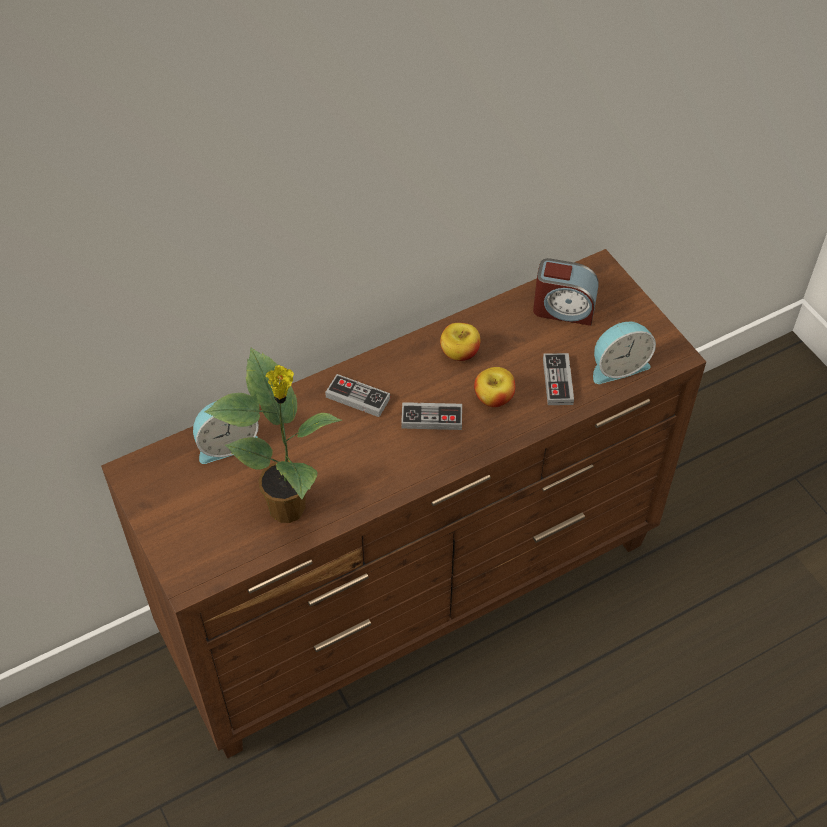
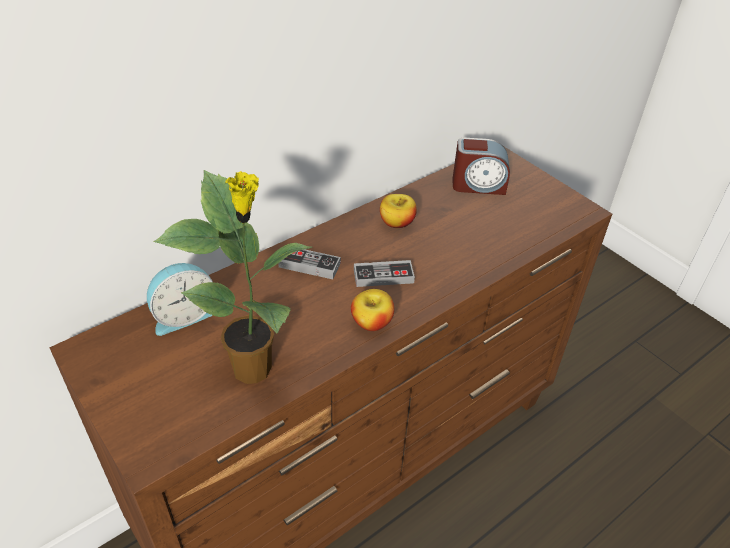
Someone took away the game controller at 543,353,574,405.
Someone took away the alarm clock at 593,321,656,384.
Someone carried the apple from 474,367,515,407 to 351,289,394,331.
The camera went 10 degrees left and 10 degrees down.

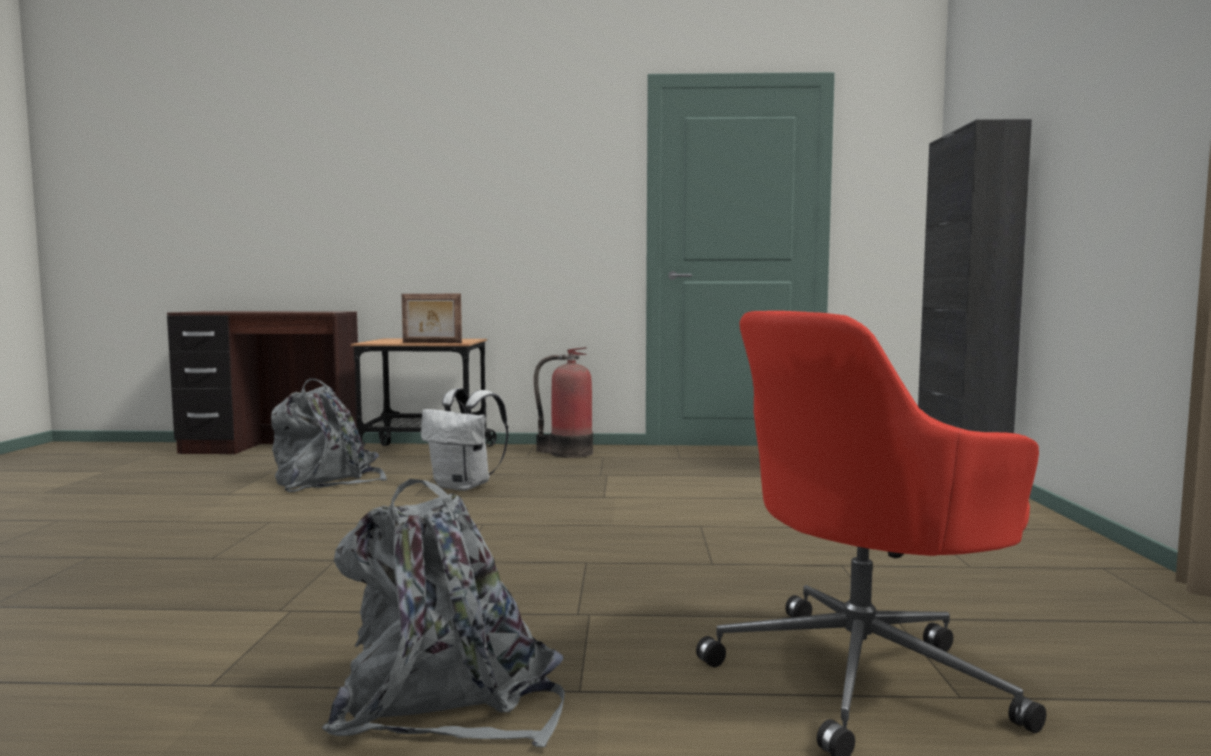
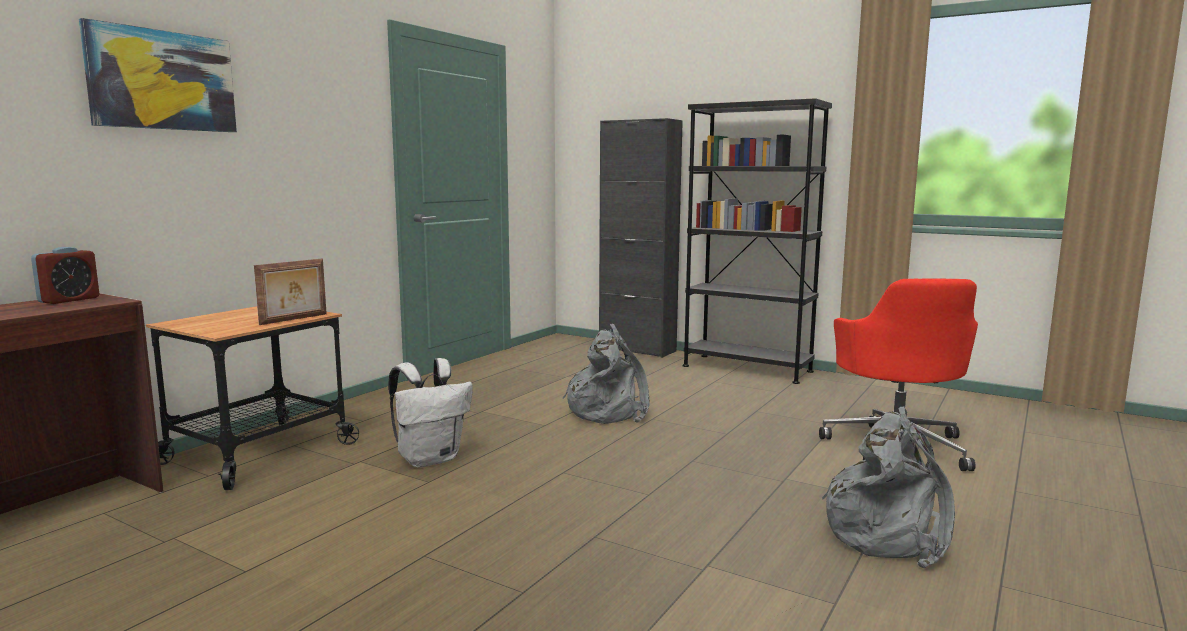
Someone took away the fire extinguisher at 534,347,593,458.
Someone put down the alarm clock at 31,247,99,304.
Someone put up the picture at 79,18,237,132.
Someone put down the black bookcase at 683,98,832,384.
Someone carried the grey backpack from 271,378,387,492 to 563,324,650,424.
The camera went 60 degrees left and 5 degrees up.

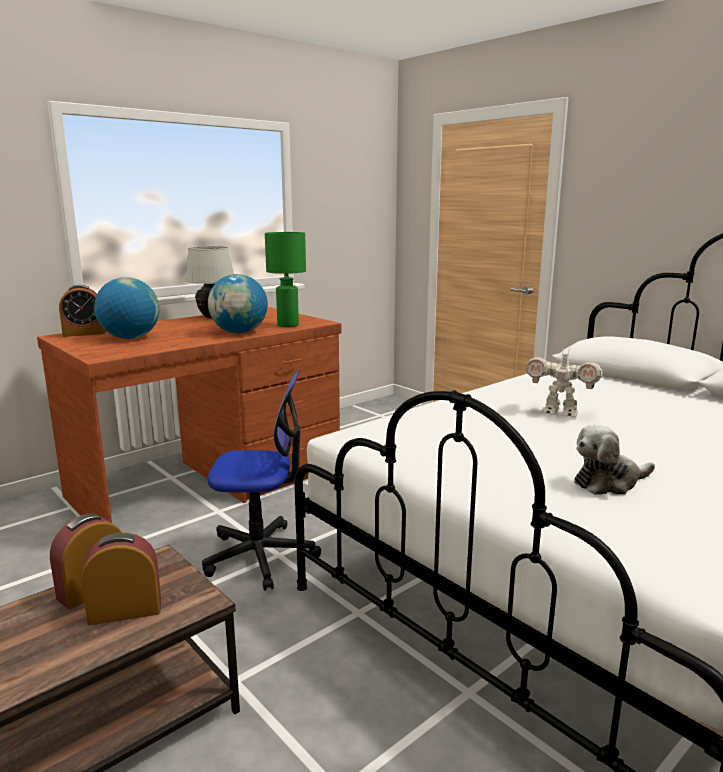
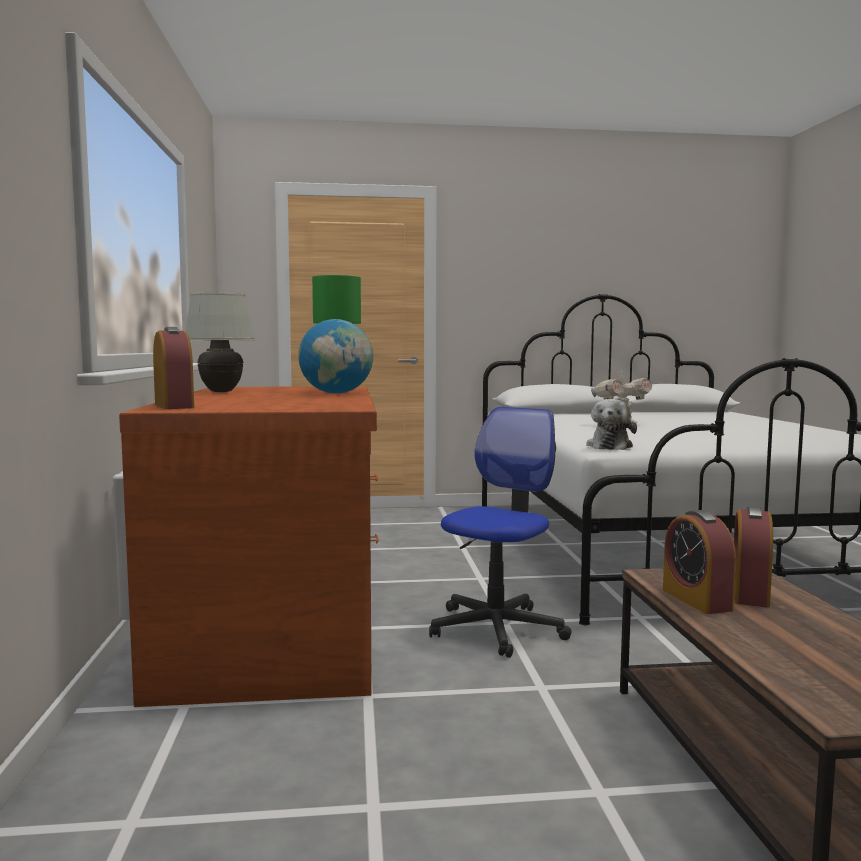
Someone took away the globe at 94,277,159,339.
Someone carried the plush toy from 574,425,655,495 to 586,399,637,450.
Someone rotated the alarm clock at 59,285,106,337 by 45 degrees counterclockwise.
The camera went 55 degrees left and 10 degrees down.

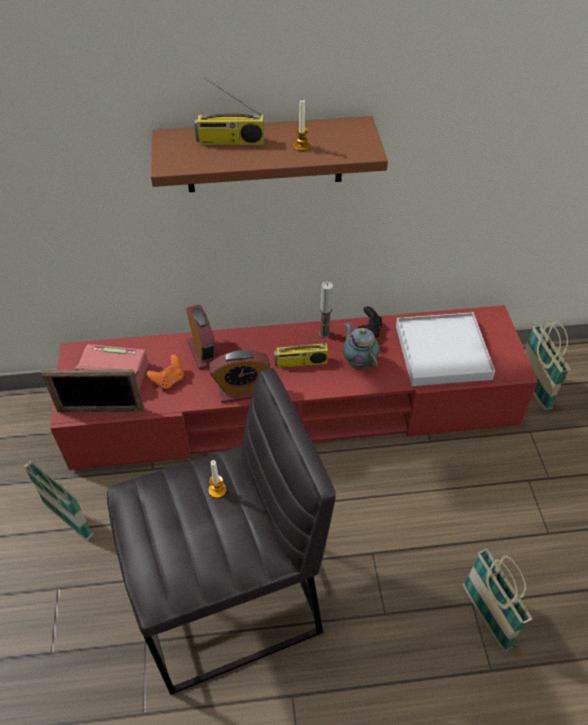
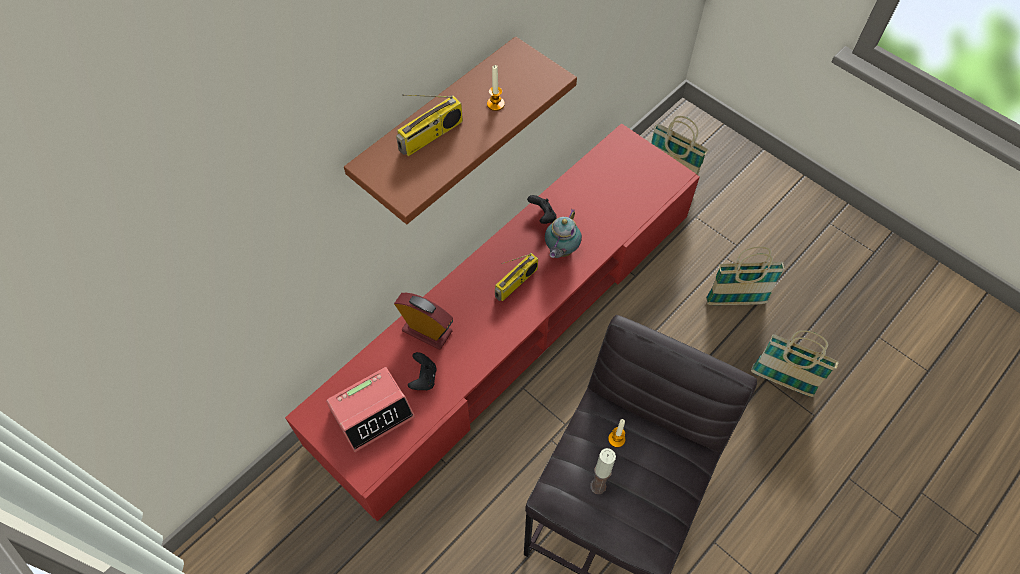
Someone took away the picture frame at 41,369,144,412.
Someone took away the alarm clock at 209,350,270,403.
Someone took away the white tray at 396,312,495,386.
Someone carried the basket from 23,456,94,540 to 706,247,785,305.
Someone carried the candle from 319,282,333,338 to 590,448,616,494.
Someone repainted the orange game controller at 147,355,184,389, which became the black game controller at 408,352,437,390.
Someone rotated the teapot at 343,322,380,370 by 90 degrees counterclockwise.
The camera went 40 degrees left and 10 degrees up.

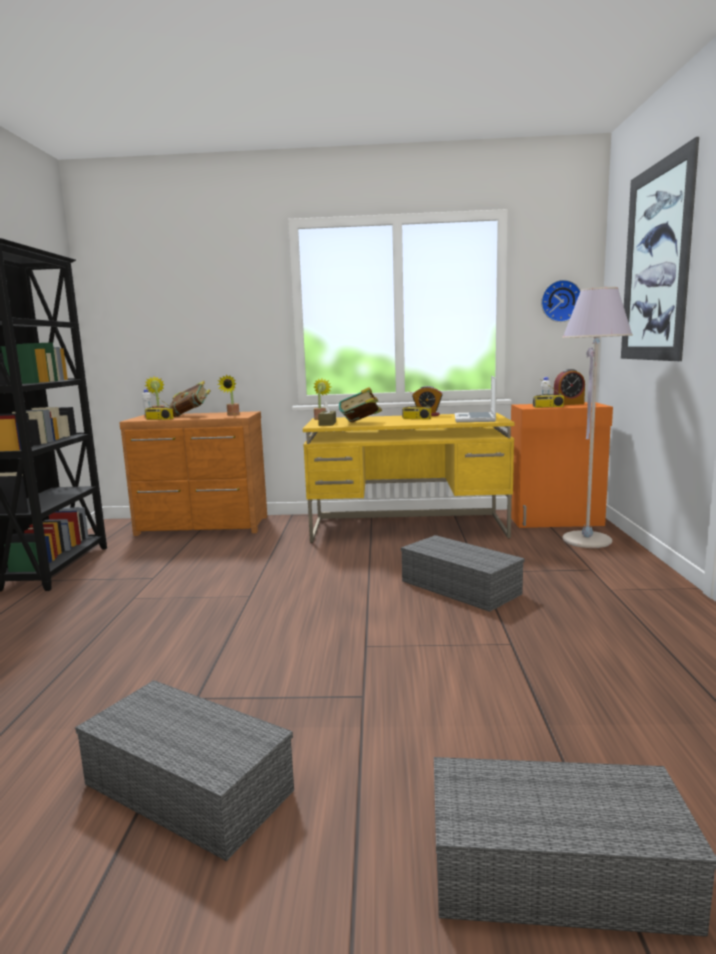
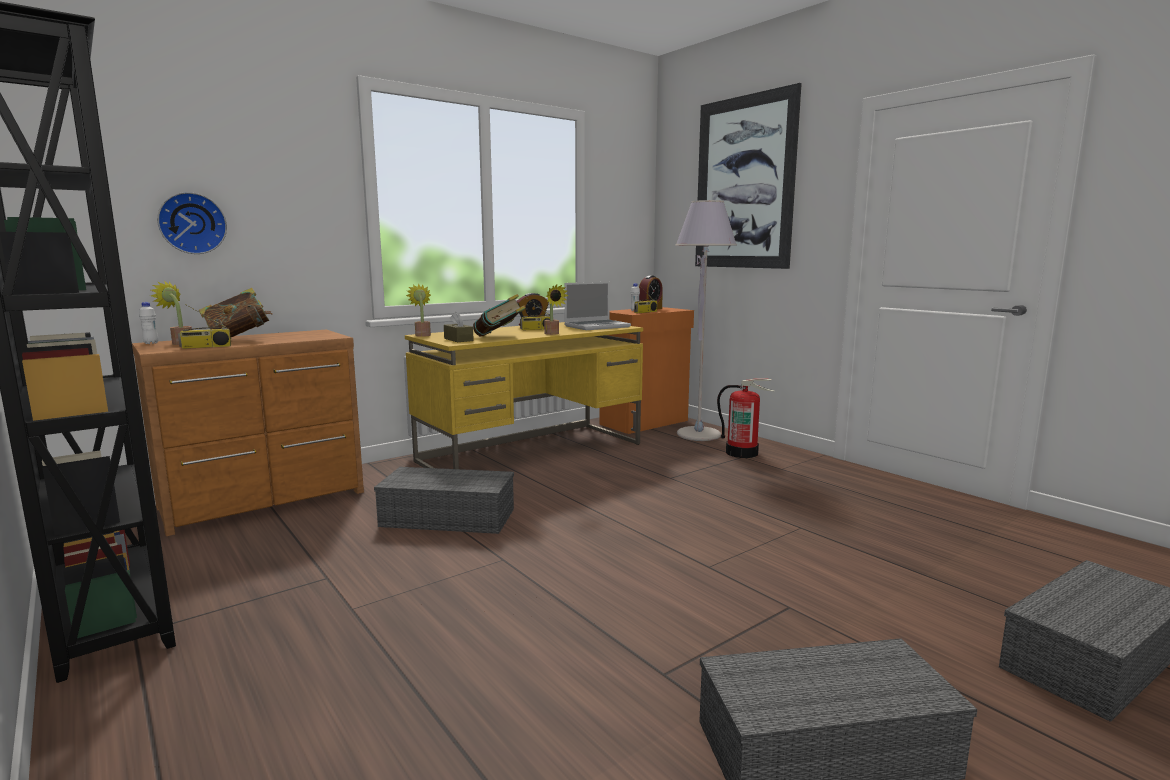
Someone put down the fire extinguisher at 717,378,775,458.
Someone carried the potted plant from 218,375,240,416 to 544,285,569,335.
Someone carried the grey storage box from 401,535,525,612 to 374,467,514,534.
Someone carried the wall clock from 541,280,580,322 to 157,192,227,254.
Someone rotated the laptop at 455,376,497,422 by 90 degrees counterclockwise.
The camera went 40 degrees left and 0 degrees up.

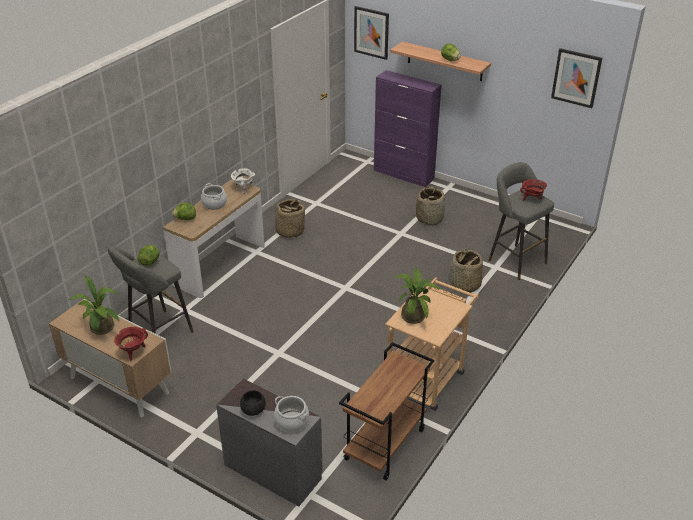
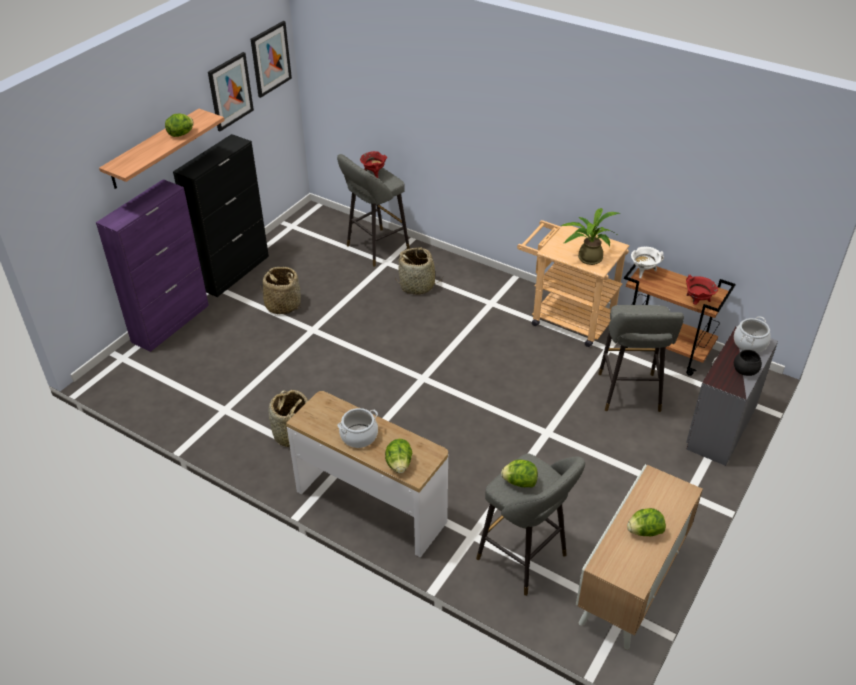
Someone put down the black cabinet at 173,134,269,297.
Someone put down the grey stool at 598,305,684,412.
Someone carried the red cooking pot from 114,327,148,361 to 686,274,718,305.
Someone carried the white cooking pot from 231,168,255,194 to 631,247,664,279.
Someone carried the picture from 354,6,389,60 to 208,52,254,131.
Someone swapped the potted plant at 68,275,119,335 for the lettuce at 627,508,666,536.
The camera went 90 degrees left and 5 degrees up.

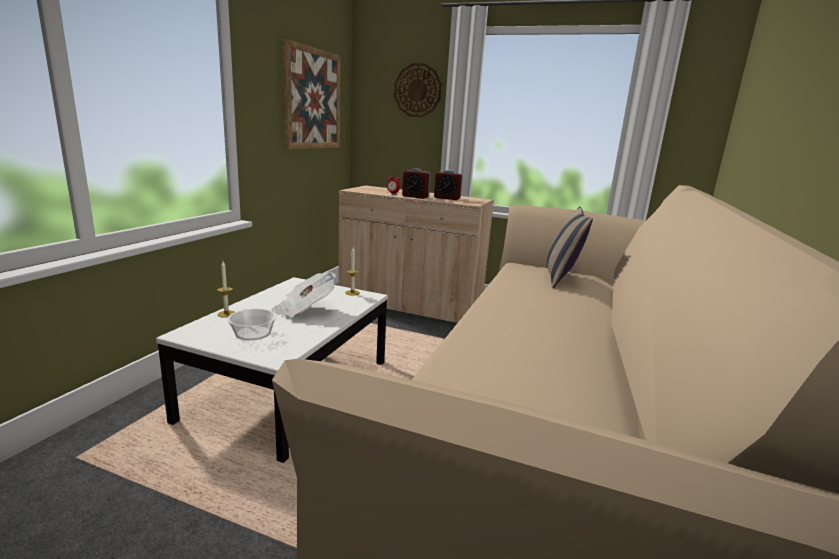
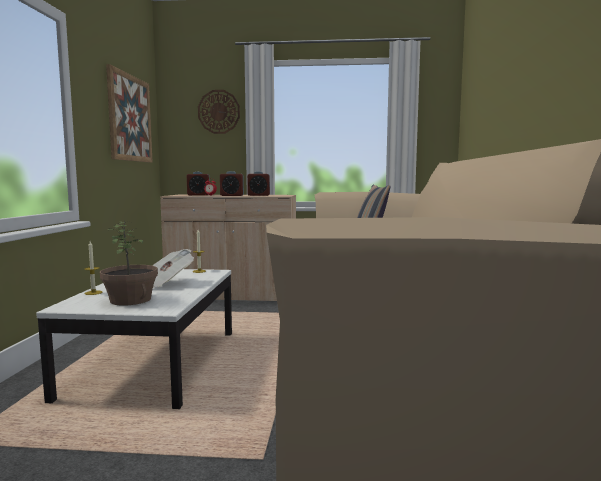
Someone put down the alarm clock at 187,172,209,195.
Someone swapped the bowl at 227,309,277,341 for the potted plant at 100,220,158,306.
The camera went 15 degrees left and 10 degrees down.

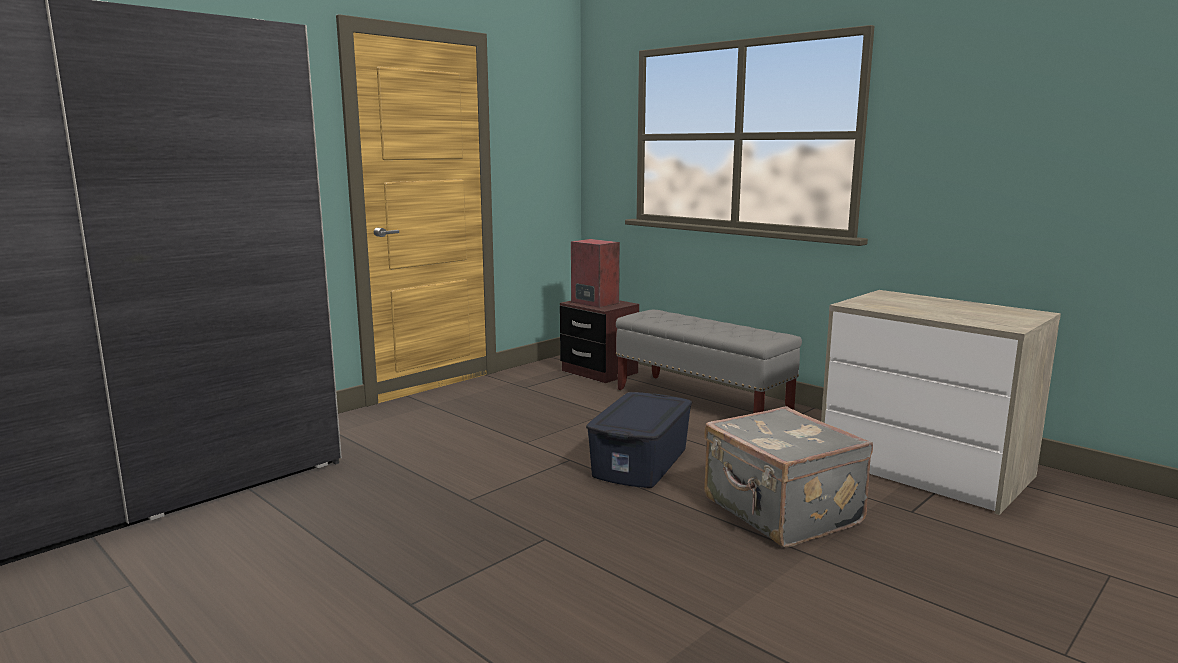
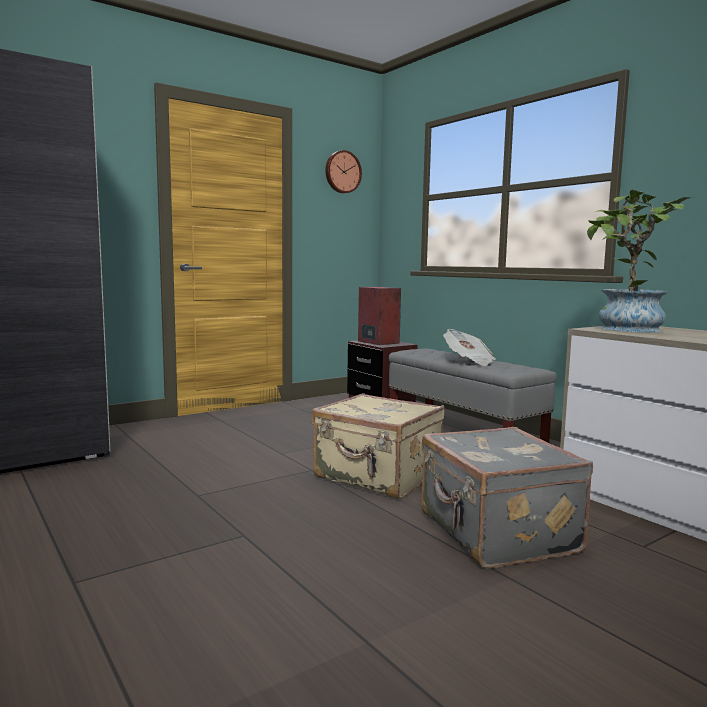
Someone put up the wall clock at 325,150,362,193.
Someone put down the newspaper at 443,329,496,366.
Someone put down the potted plant at 587,190,691,332.
Someone swapped the blue storage box at 586,392,692,488 for the beige suitcase at 312,393,445,499.
The camera went 10 degrees right and 5 degrees down.

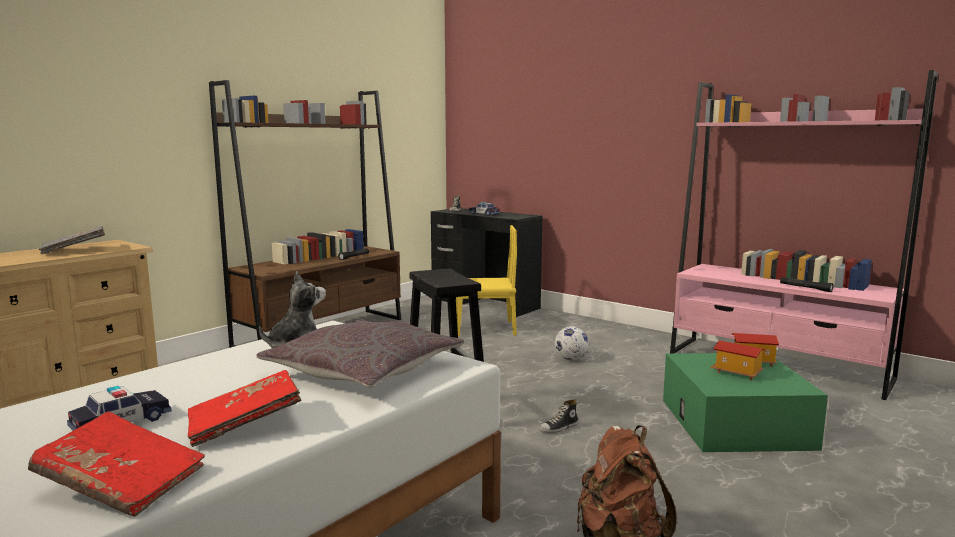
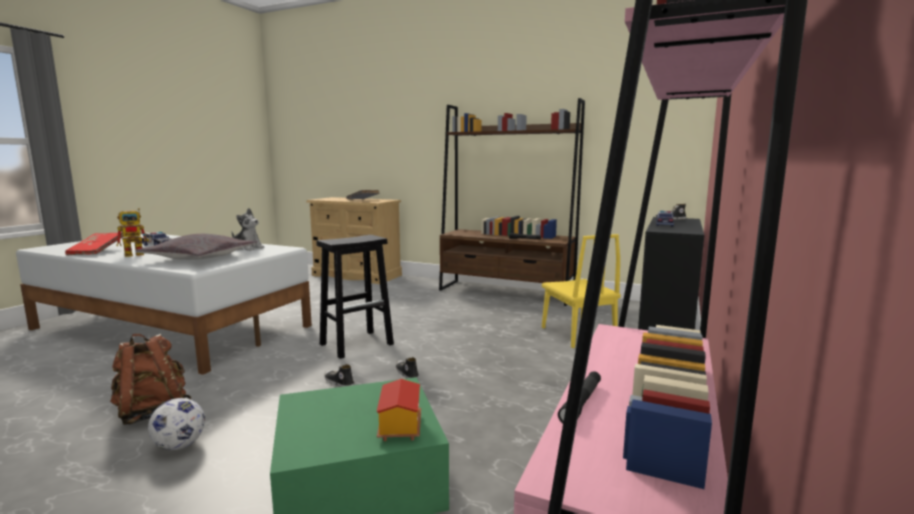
Someone took away the toy house at 711,341,765,380.
Someone put down the shoe at 396,357,419,379.
Someone carried the football from 555,326,589,360 to 148,398,205,450.
Someone swapped the red book at 188,370,301,447 for the toy robot at 116,208,151,257.
The camera went 75 degrees right and 0 degrees up.

